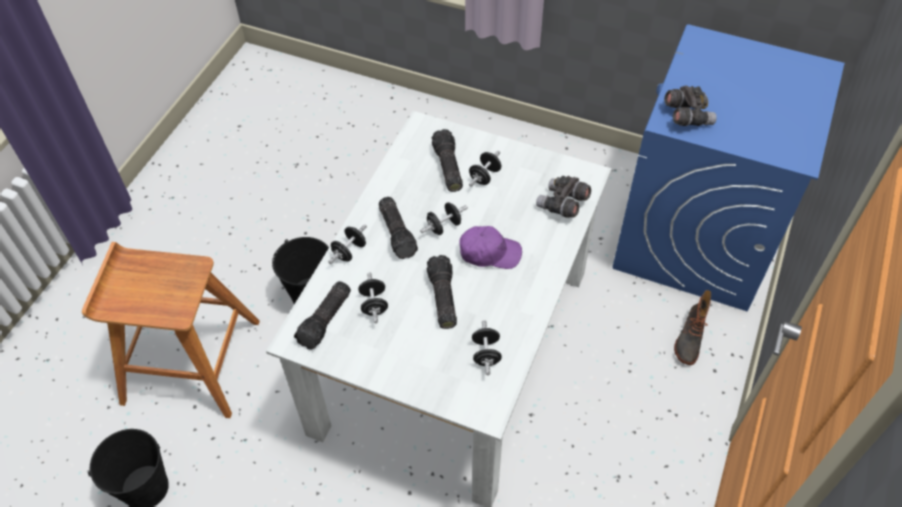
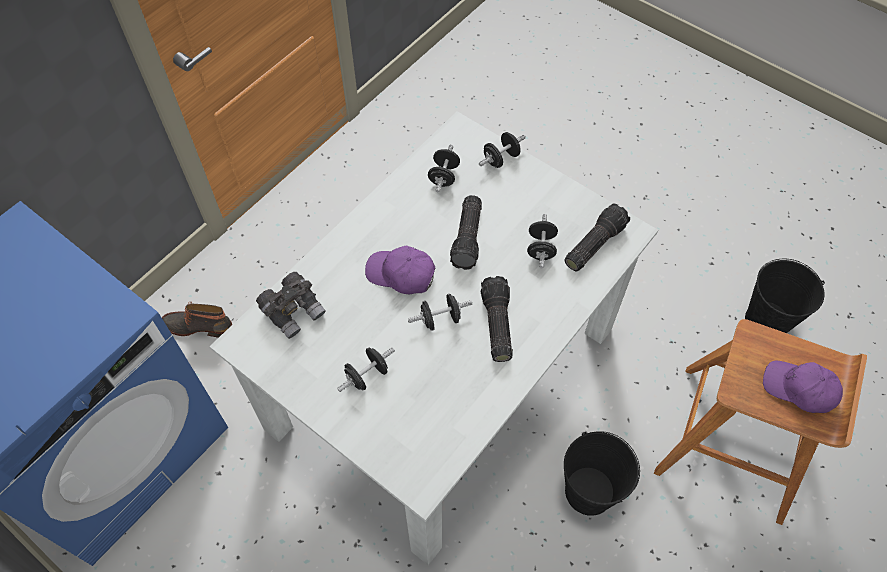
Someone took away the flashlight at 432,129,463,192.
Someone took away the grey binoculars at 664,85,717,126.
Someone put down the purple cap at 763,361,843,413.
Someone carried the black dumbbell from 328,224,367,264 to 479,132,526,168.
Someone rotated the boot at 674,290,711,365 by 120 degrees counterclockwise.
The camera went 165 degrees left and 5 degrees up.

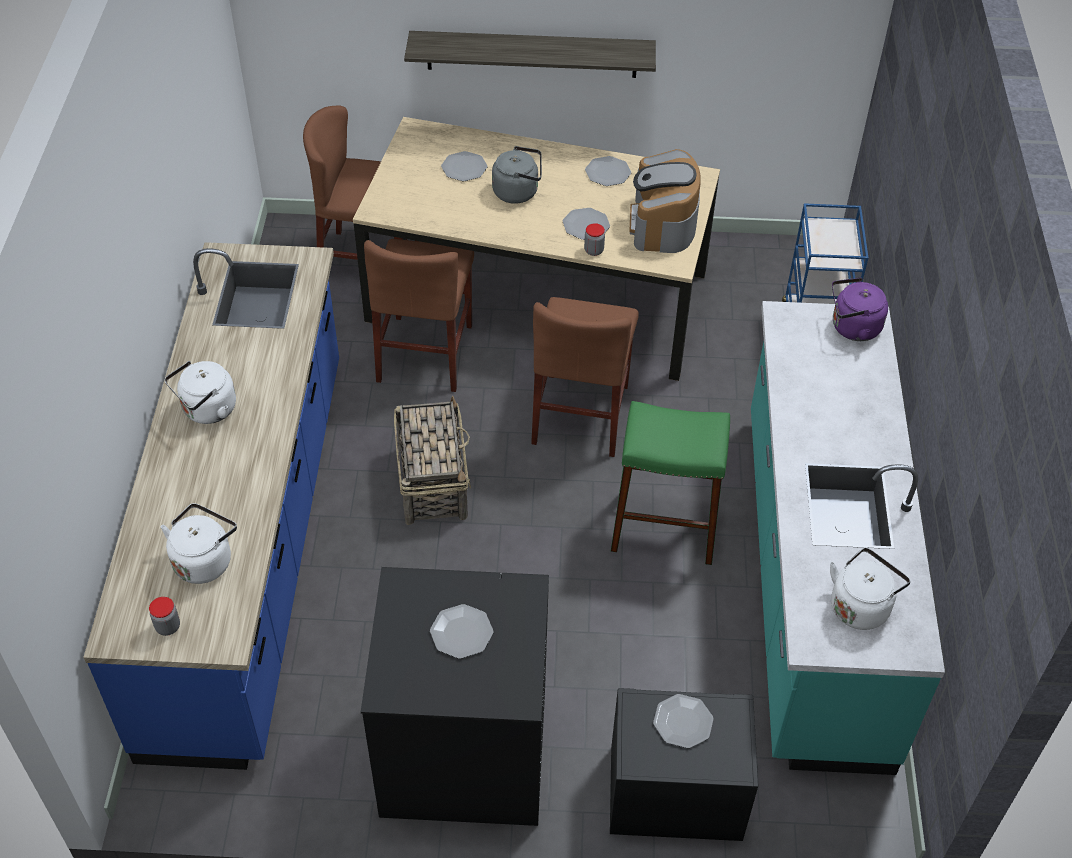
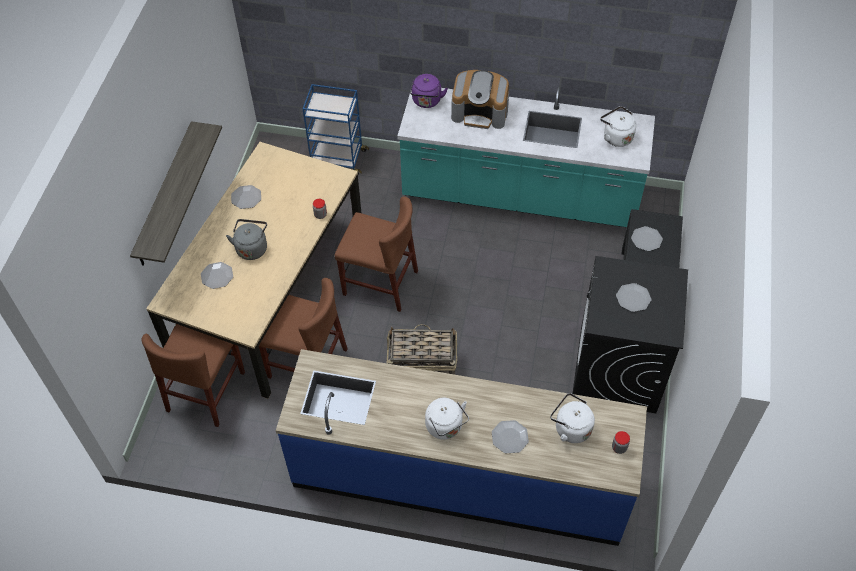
Someone took away the green stool at 611,401,730,565.
Someone carried the plate from 563,208,610,240 to 492,420,529,453.
Someone carried the coffee machine from 629,149,701,253 to 451,70,509,129.
The camera went 80 degrees left and 5 degrees up.

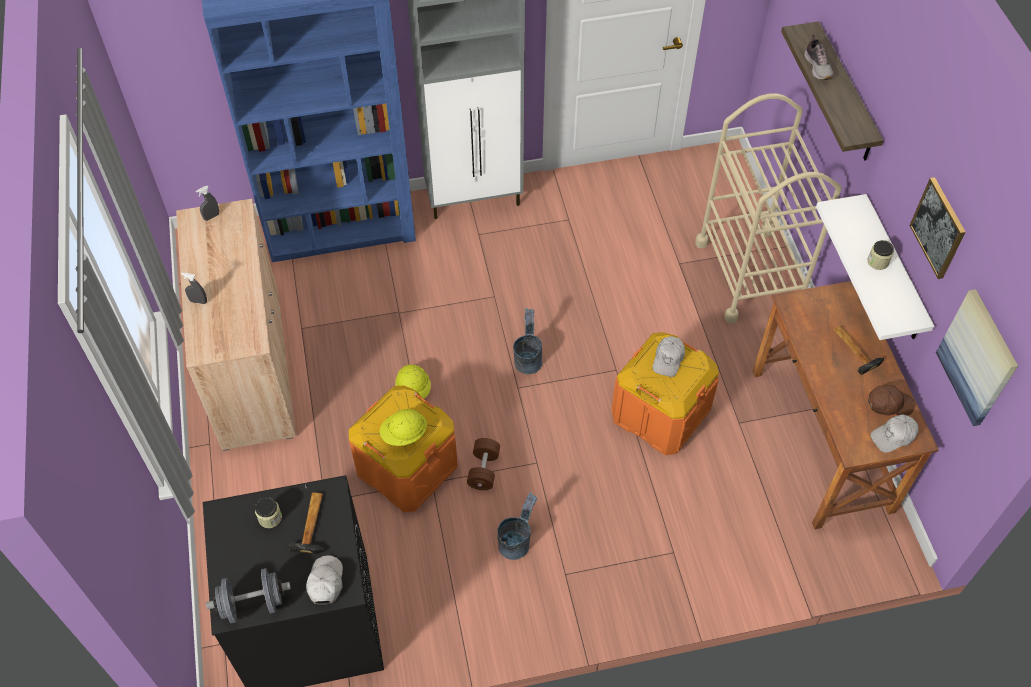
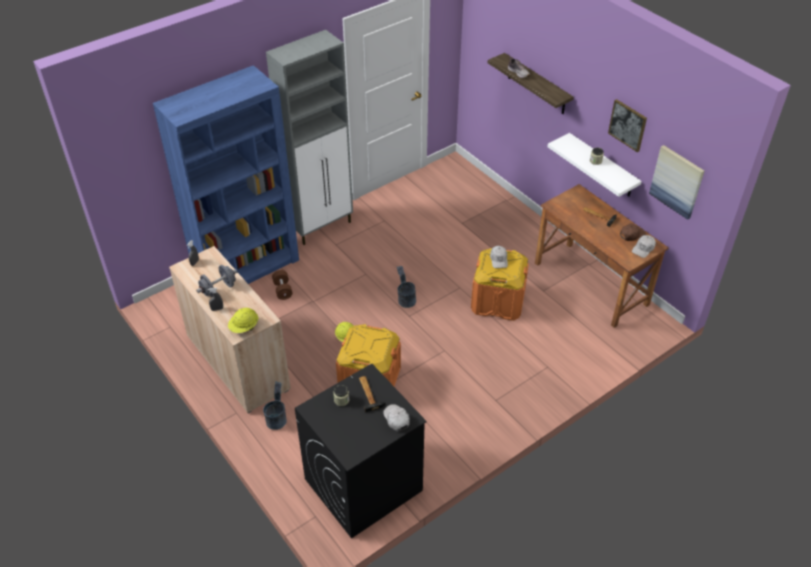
Someone took away the beige cart at 695,93,841,323.
Someone carried the grey dumbbell from 206,568,291,623 to 196,265,237,297.
Someone carried the yellow hard hat from 380,409,427,446 to 228,308,258,333.
Someone carried the brown dumbbell from 467,438,500,490 to 272,270,292,300.
Someone carried the grey bucket from 497,492,537,560 to 263,381,287,430.
The camera went 25 degrees left and 10 degrees down.

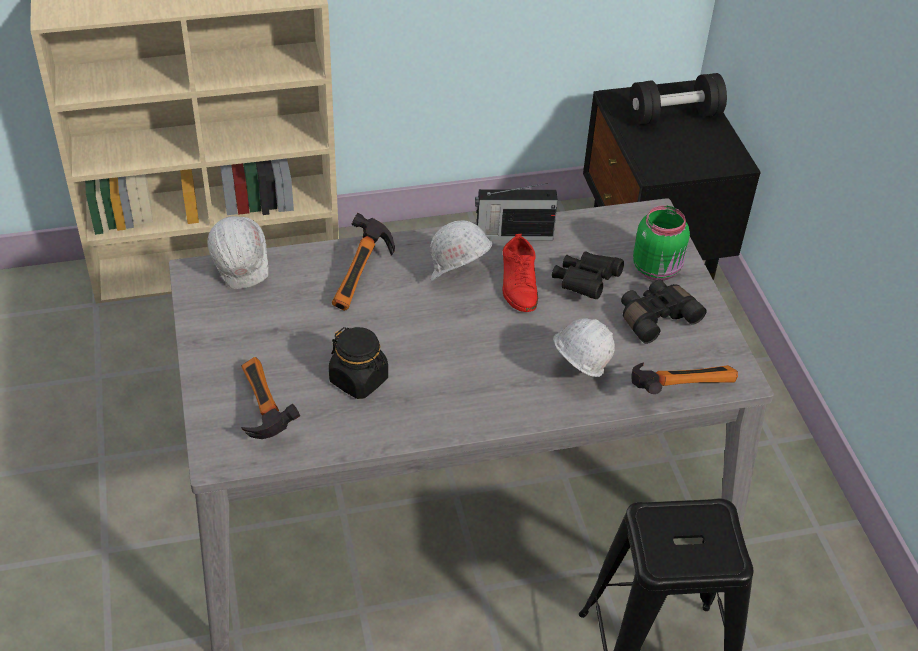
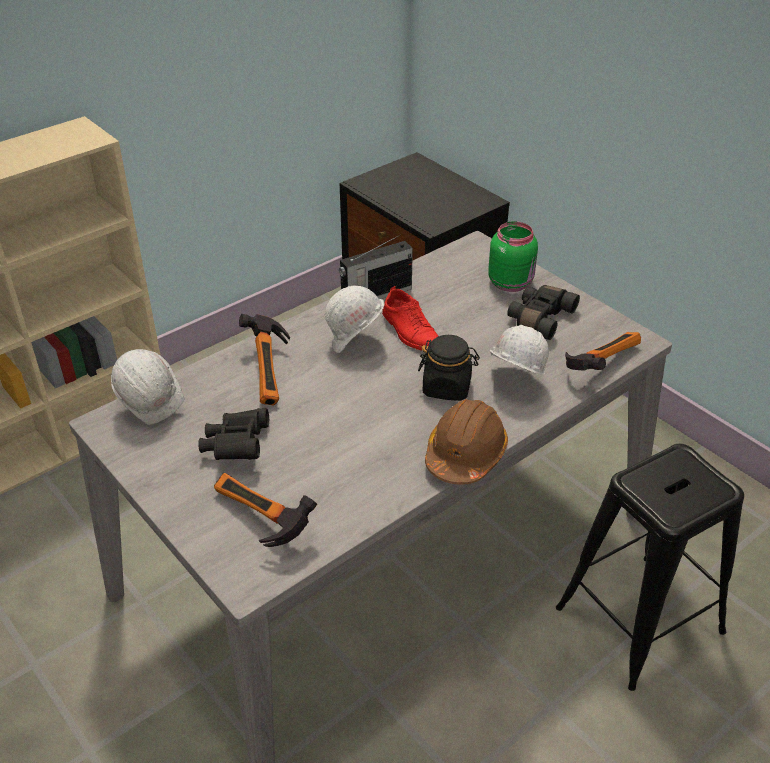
Someone took away the black dumbbell at 630,73,727,125.
Someone put down the brown hard hat at 425,399,508,485.
Someone carried the black jar from 329,327,388,399 to 418,335,480,401.
Someone carried the black binoculars from 552,252,624,299 to 198,408,269,460.
The camera went 25 degrees left and 5 degrees down.

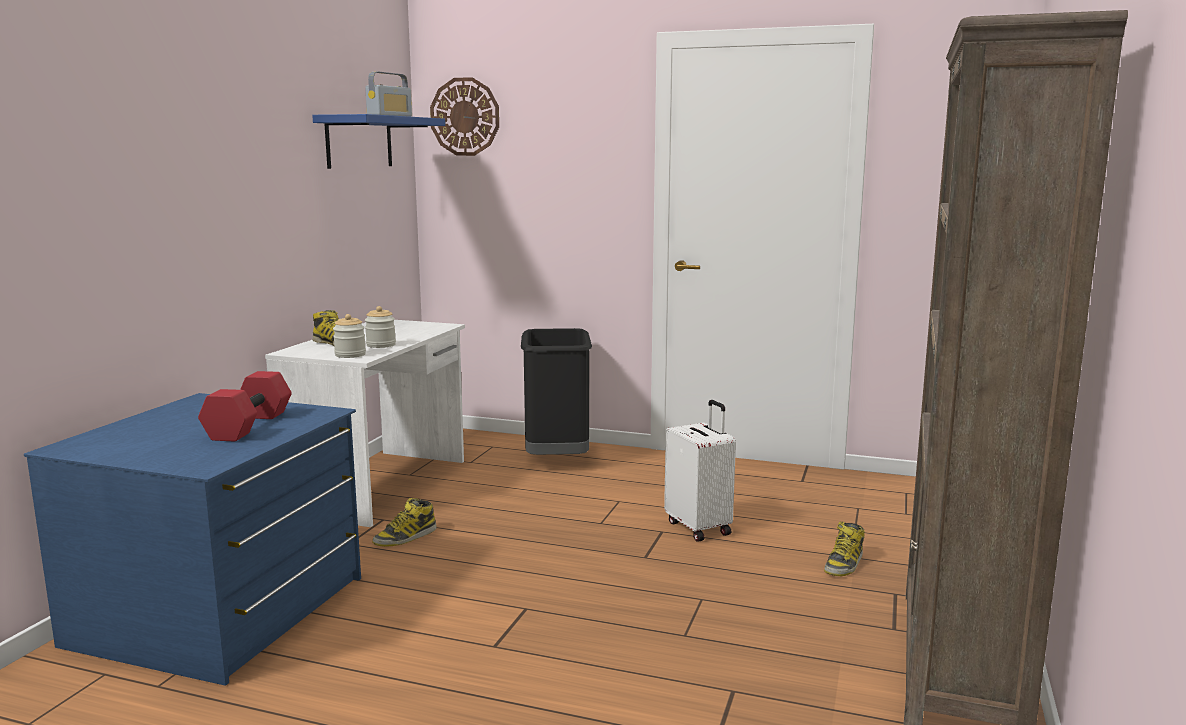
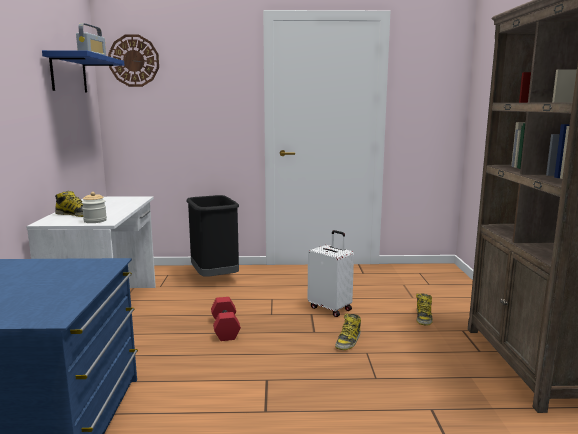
Someone took away the jar at 365,306,396,348.
Someone carried the red dumbbell from 198,371,292,442 to 211,297,241,341.
Someone carried the boot from 372,498,437,547 to 335,313,361,350.
The camera went 20 degrees left and 0 degrees up.

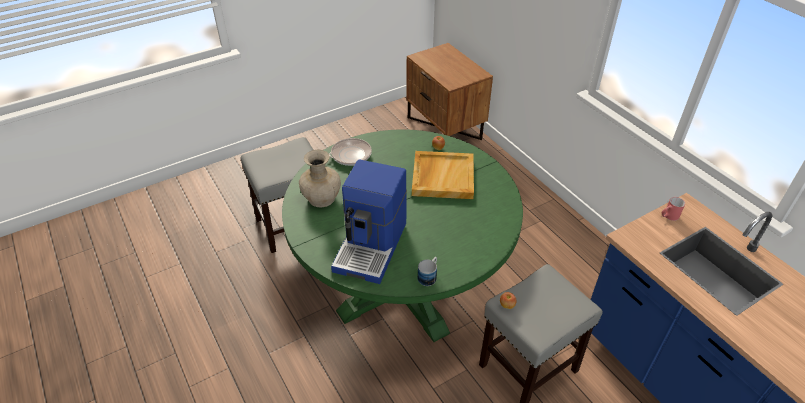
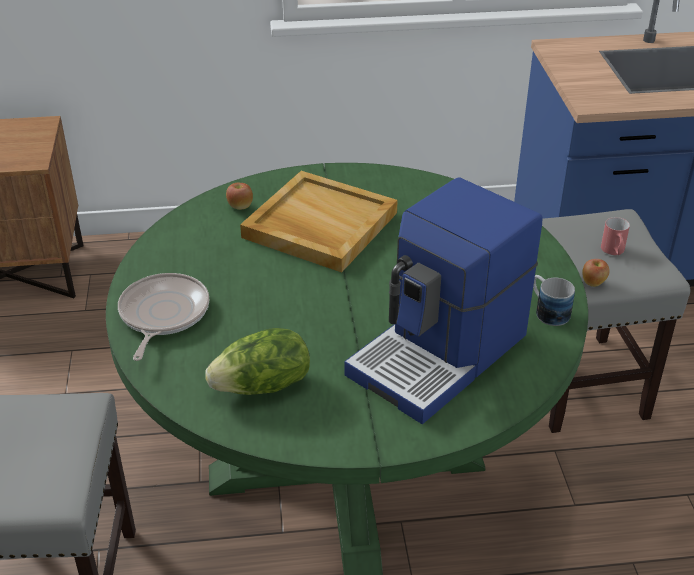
Someone carried the red mug from 662,197,685,221 to 601,217,630,255.
Someone swapped the beige vase at 299,149,341,207 for the lettuce at 205,328,310,395.
Someone rotated the coffee machine at 331,159,407,284 by 90 degrees clockwise.
The camera went 65 degrees left and 5 degrees down.

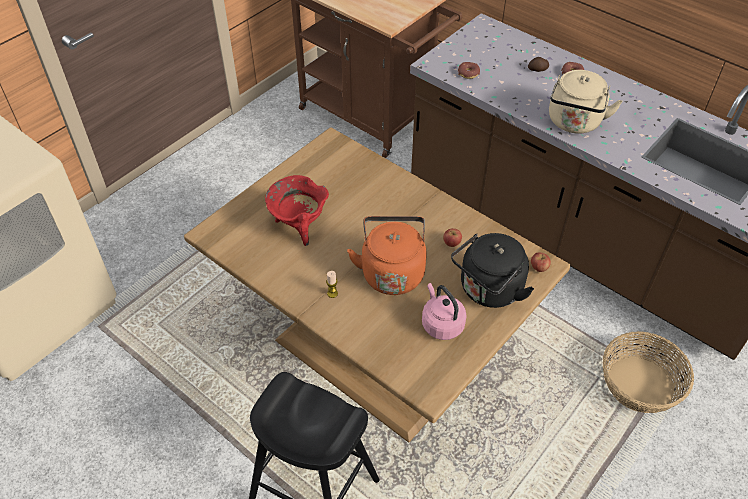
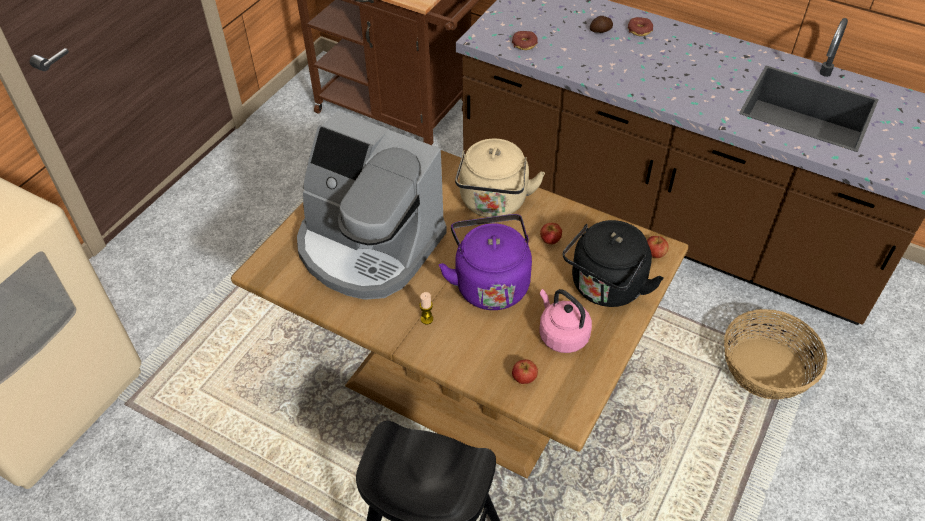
Someone put down the apple at 512,360,538,384.
Someone carried the beige kettle from 549,70,623,134 to 455,139,545,217.
Someone swapped the red cooking pot at 265,175,329,246 for the coffee machine at 297,111,447,300.
Someone repainted the orange kettle at 347,216,427,295, which became the purple kettle at 439,214,532,310.
The camera went 10 degrees left and 0 degrees up.

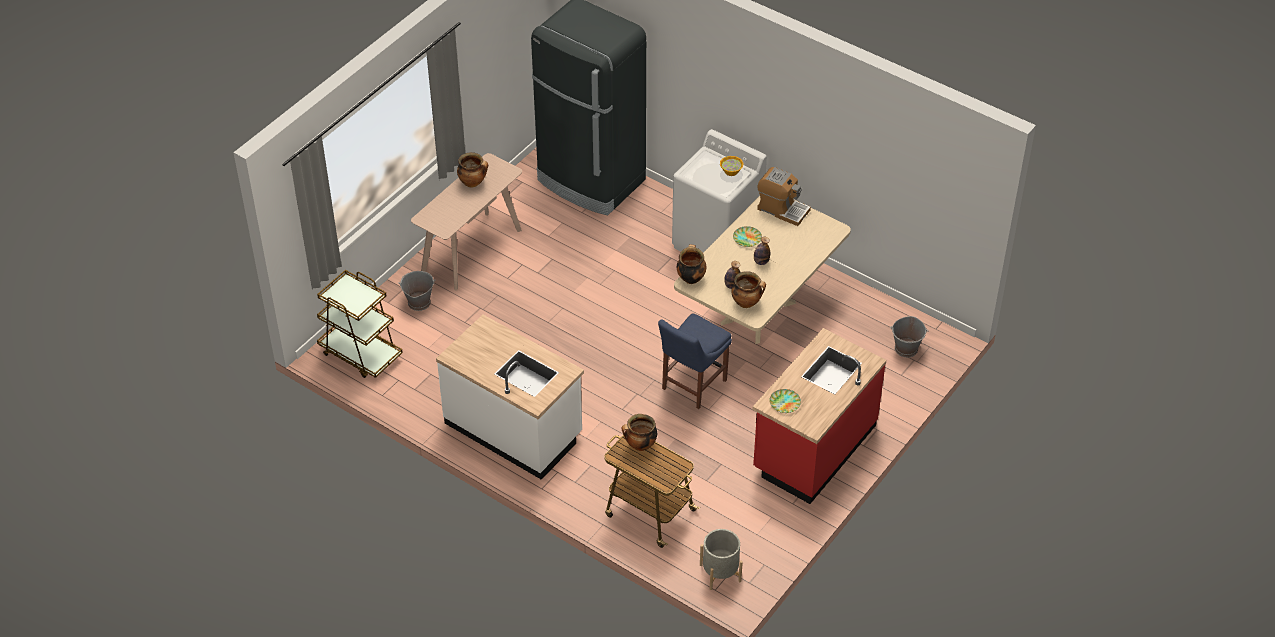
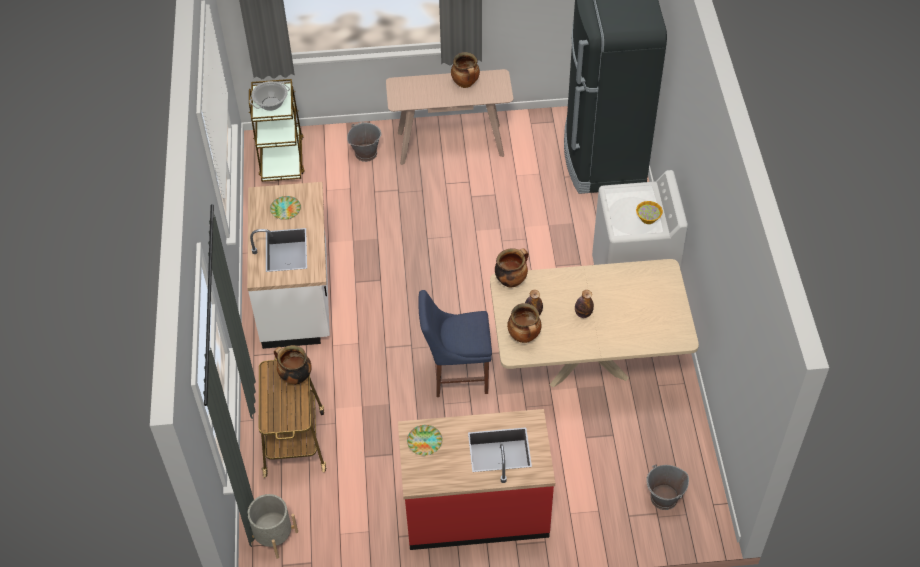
Someone took away the coffee machine at 757,167,811,226.
Someone put down the cooking pot at 249,81,290,111.
Someone carried the plate from 733,226,762,247 to 270,196,301,220.
The camera went 50 degrees right and 5 degrees up.

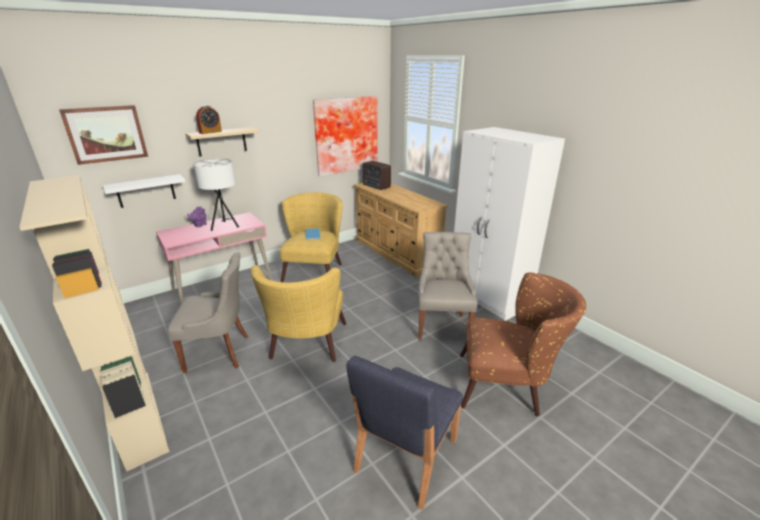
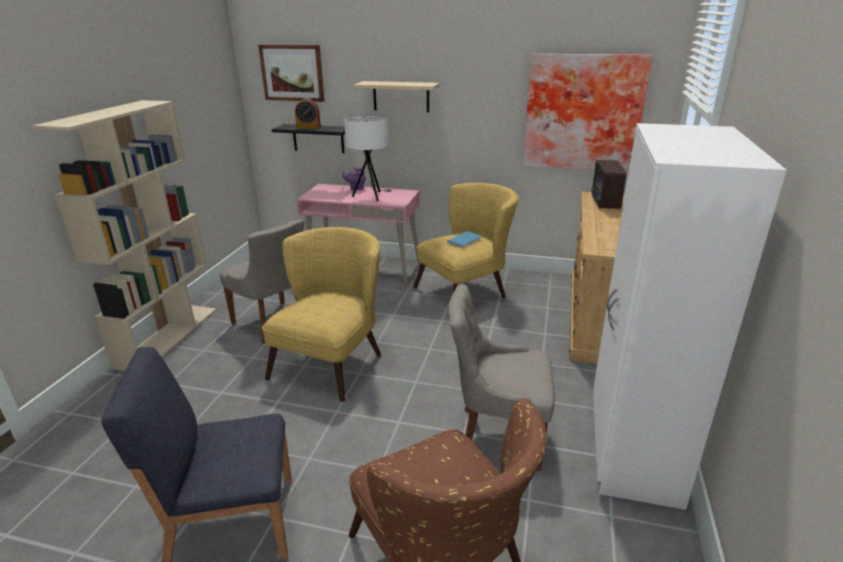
Someone carried the alarm clock from 196,106,222,134 to 295,98,321,129.
Someone repainted the white shelf at 103,174,186,208, which became the black shelf at 272,124,345,153.
Someone rotated the yellow armchair at 251,265,346,362 by 150 degrees clockwise.
Someone rotated the grey chair at 418,232,478,340 by 135 degrees counterclockwise.
The camera went 50 degrees right and 0 degrees up.

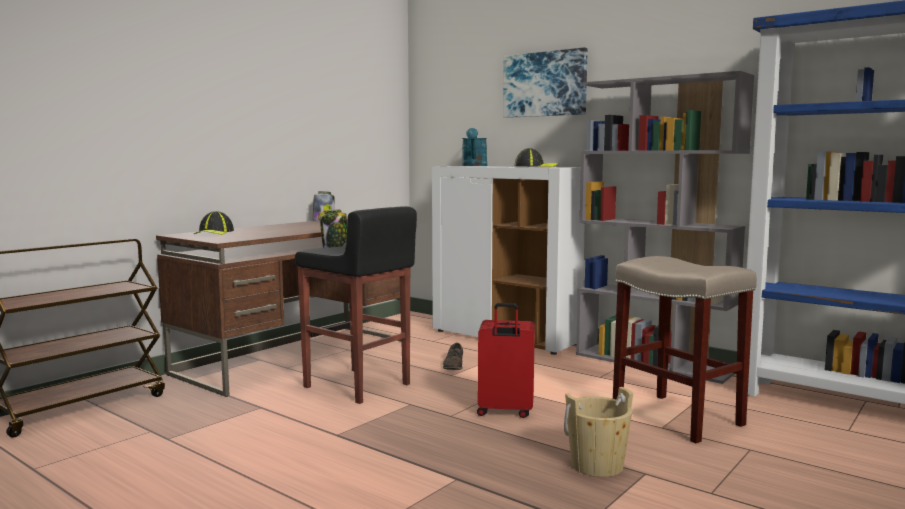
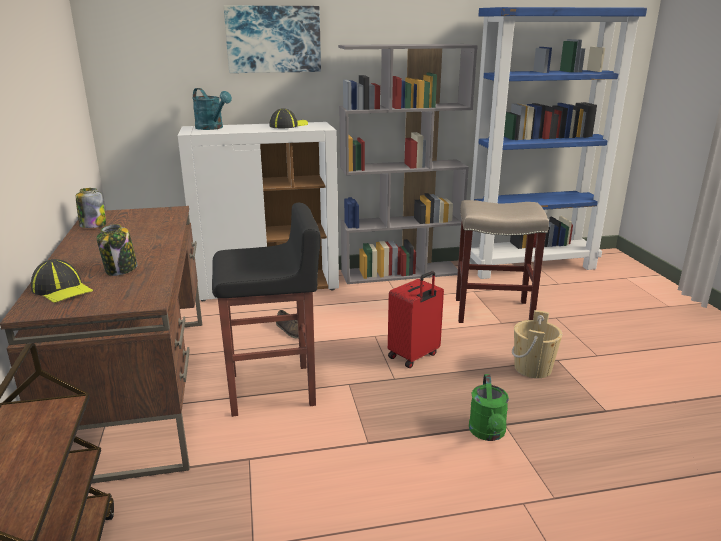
Someone put down the green watering can at 469,374,509,441.
Someone carried the jar from 320,209,348,248 to 97,224,137,276.
The camera went 50 degrees left and 15 degrees up.

